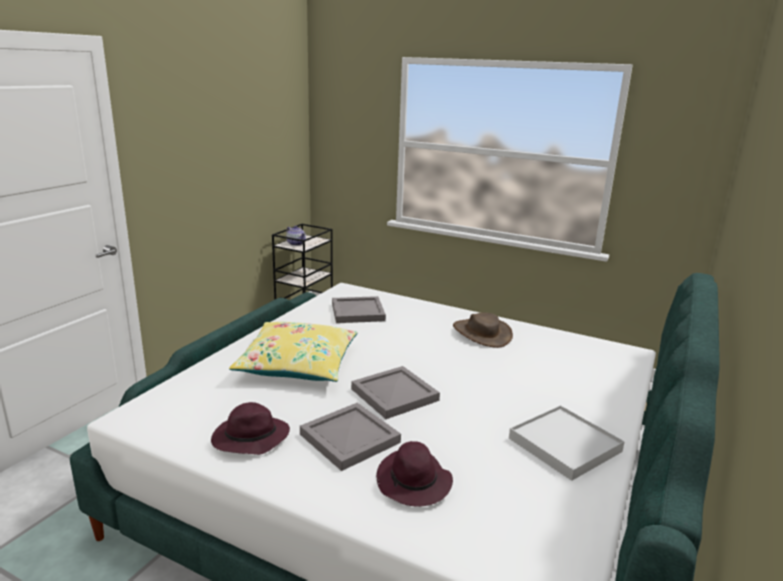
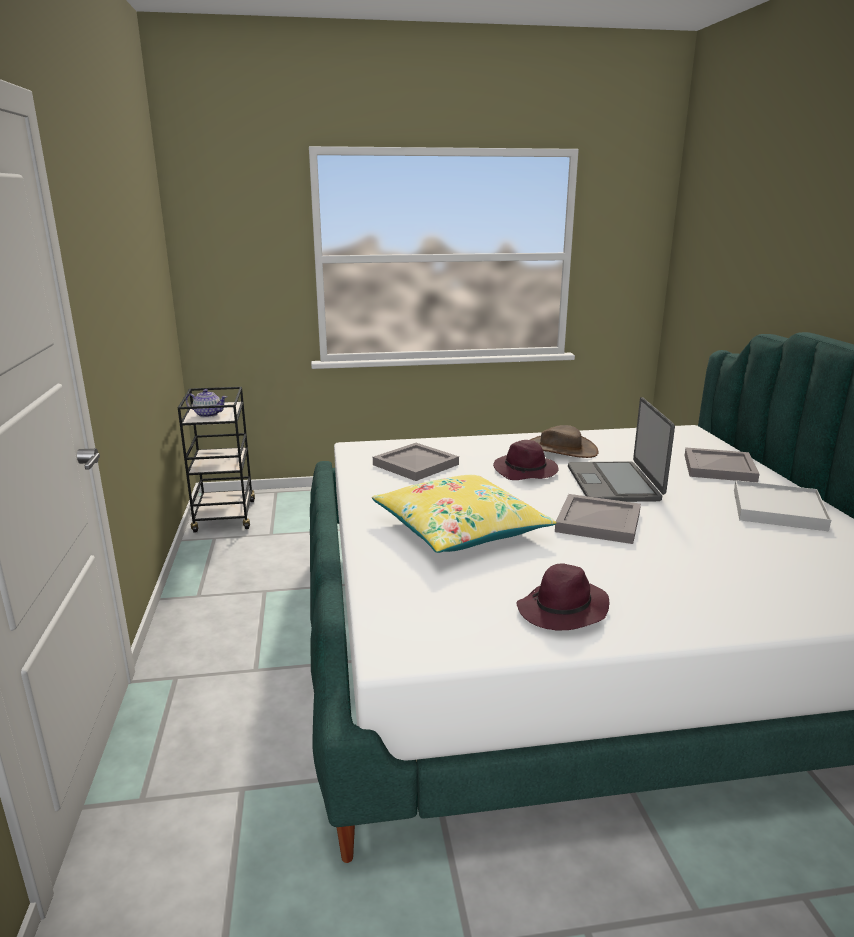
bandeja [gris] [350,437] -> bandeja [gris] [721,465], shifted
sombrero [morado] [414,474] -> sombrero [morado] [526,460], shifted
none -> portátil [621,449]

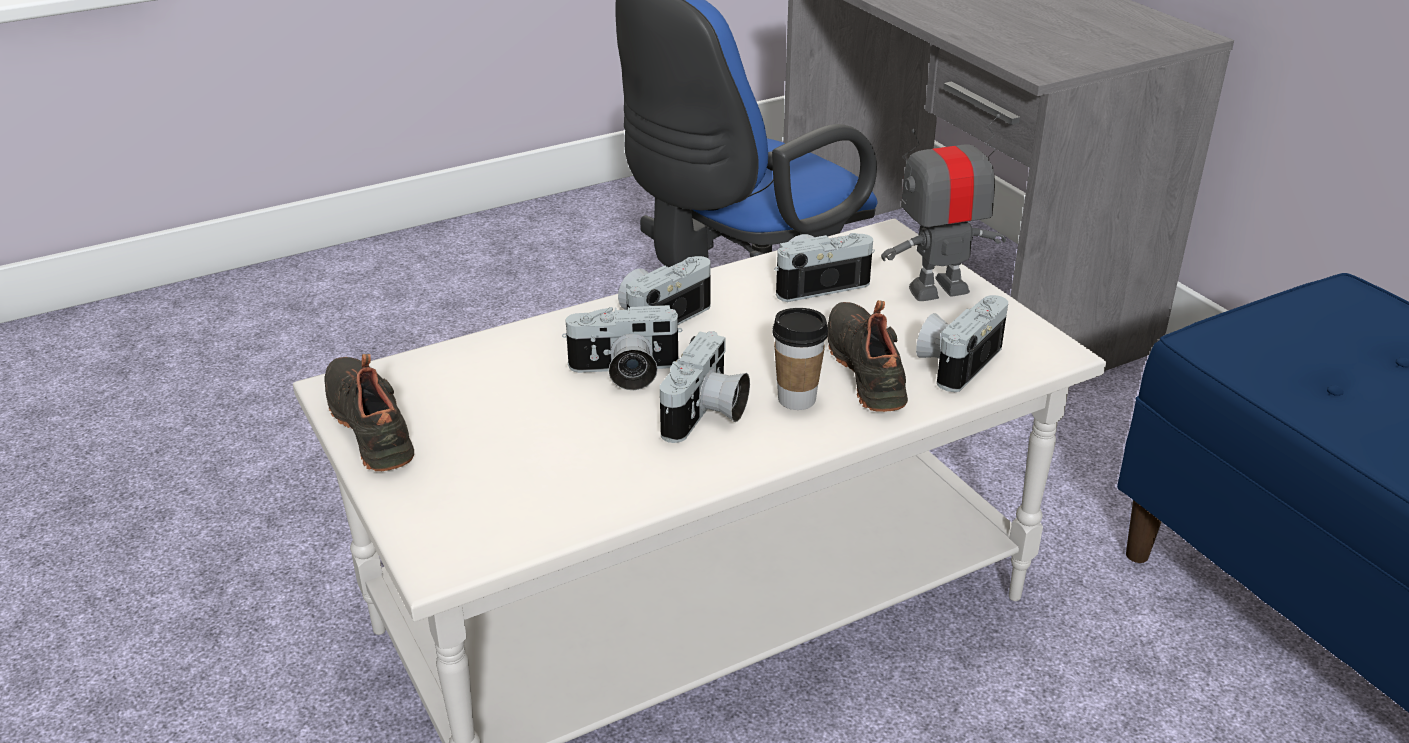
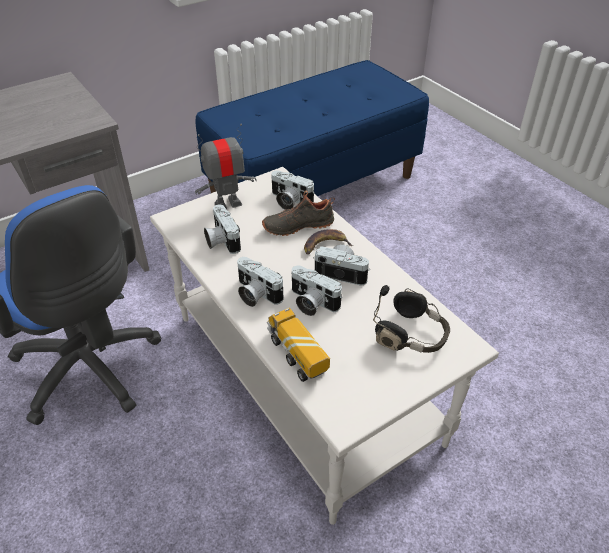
robot de juguete [943,207] -> robot de juguete [226,166], 90 degrees clockwise
cámara [622,347] -> cámara [316,291], 135 degrees clockwise
taza [800,359] -> plátano [328,242]
zapato [negro] [369,412] -> none
none -> auriculares [negro] [411,319]
none -> camión de juguete [298,345]

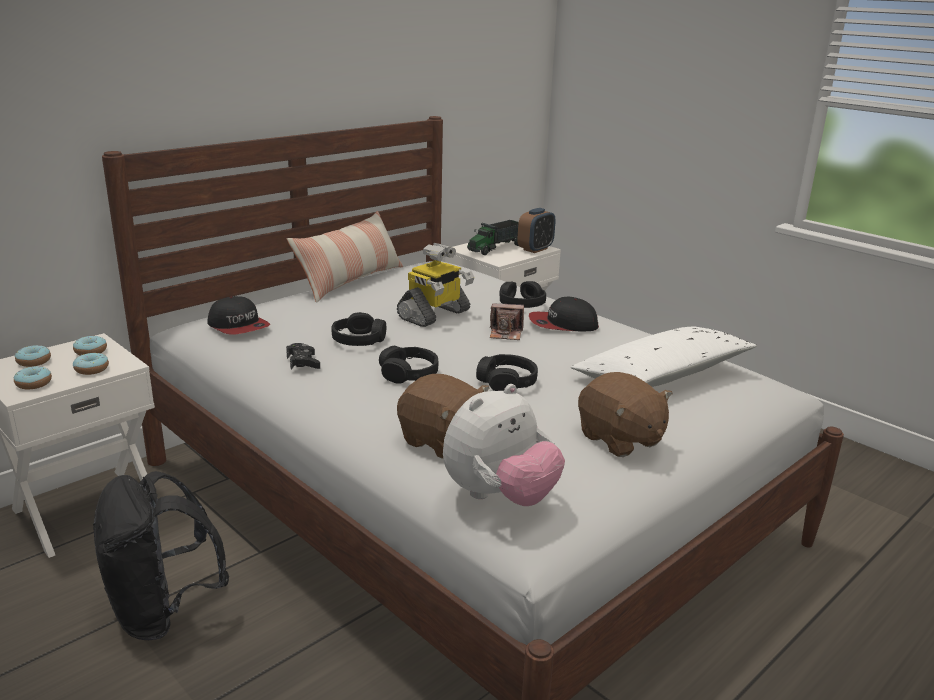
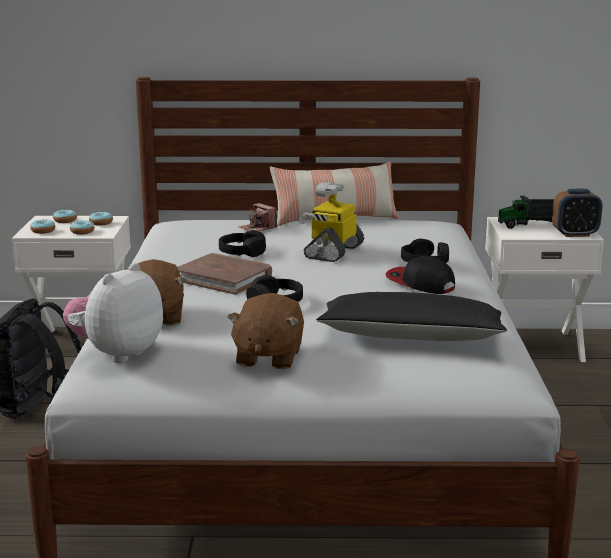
robot de juguete [435,285] -> robot de juguete [331,222], 120 degrees clockwise
gorra [238,315] -> none
cámara [507,321] -> cámara [258,217], shifted
cojín [blanco] [664,357] -> cojín [negro] [411,316]
mando de consola [negro] [303,356] -> none
auriculares [negro] [408,365] -> libro [marrón] [224,274]
peluche [504,445] -> peluche [113,313], 120 degrees clockwise

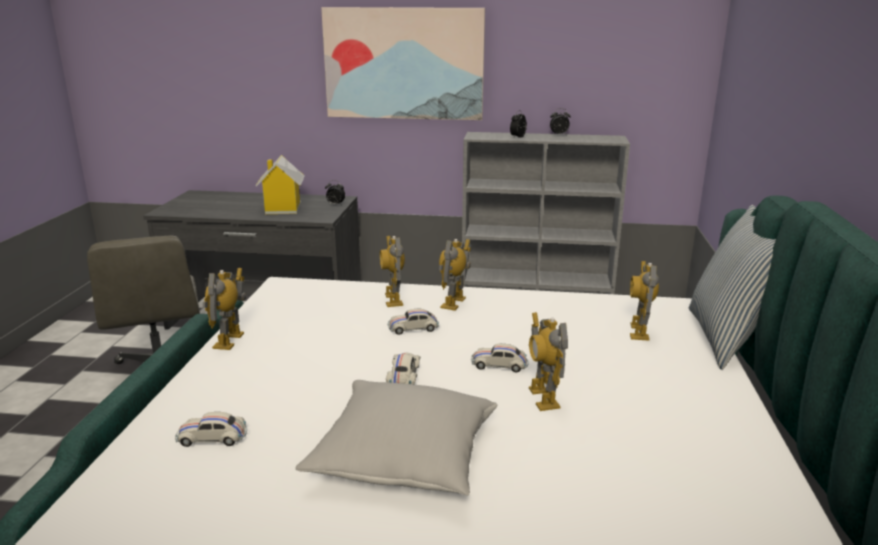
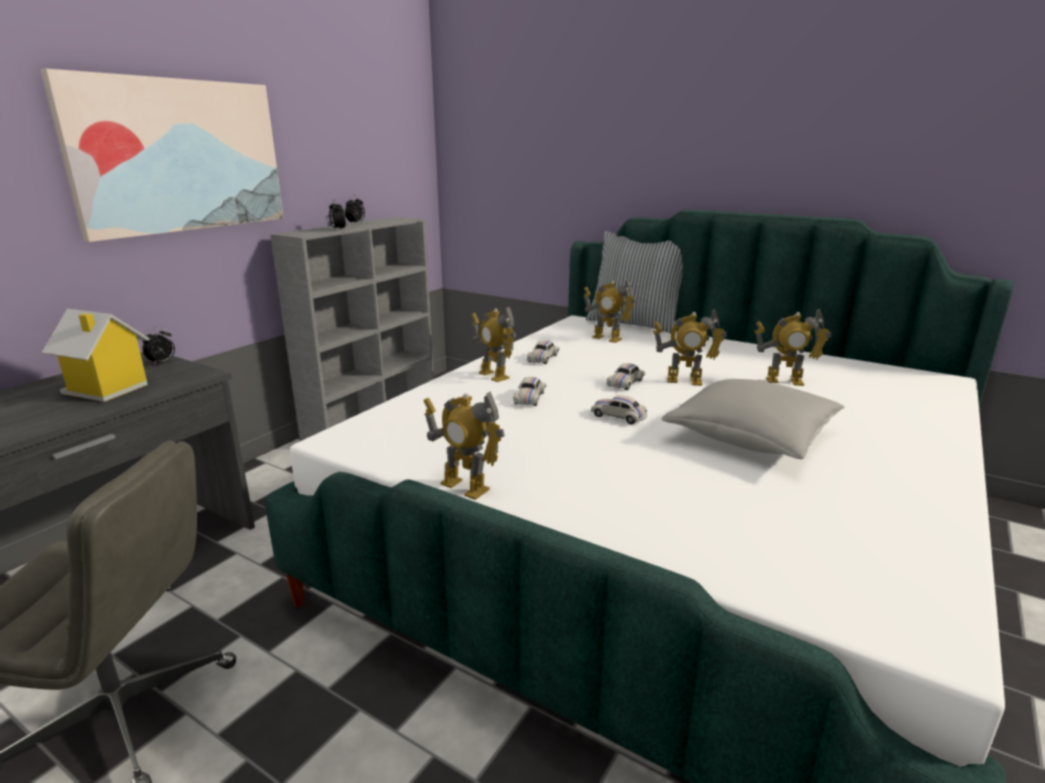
robot de juguete [392,271] -> robot de juguete [793,347], shifted
coche de juguete [blanco] [211,429] -> coche de juguete [blanco] [543,352], shifted

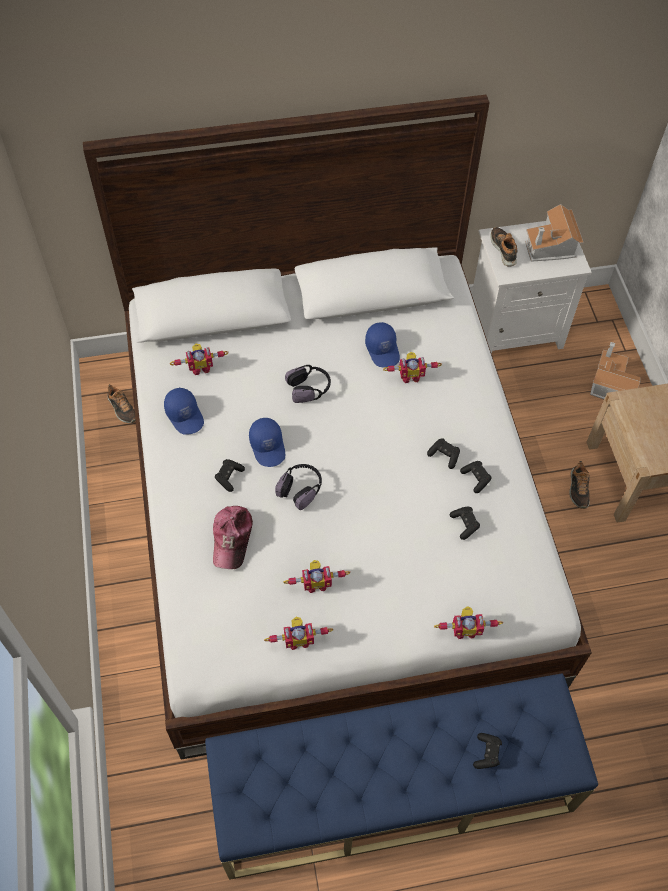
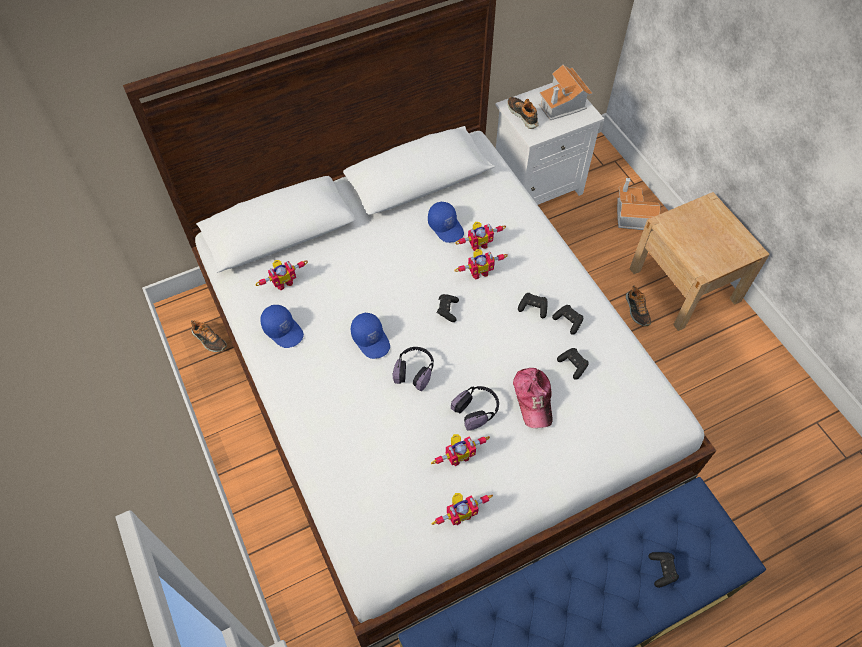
auriculares [308,384] -> auriculares [475,408], shifted
mando de consola [negro] [230,475] -> mando de consola [negro] [448,308], shifted
gorra [233,537] -> gorra [533,398], shifted
robot de juguete [468,622] -> robot de juguete [481,264], shifted

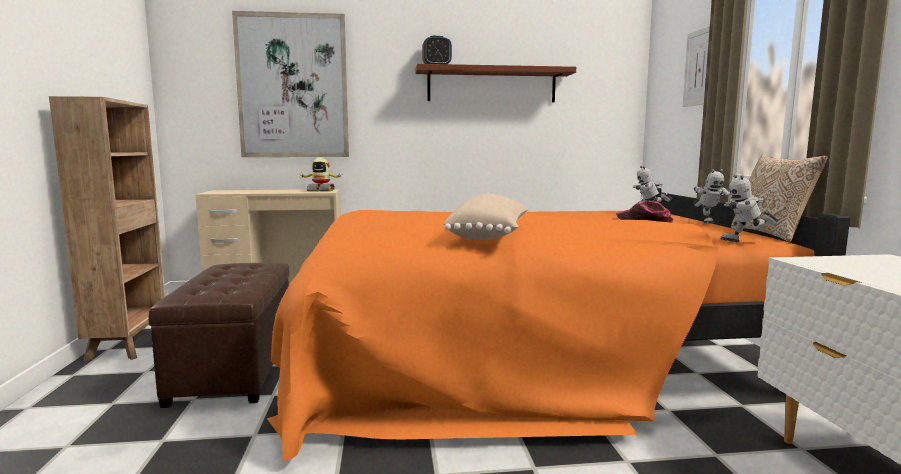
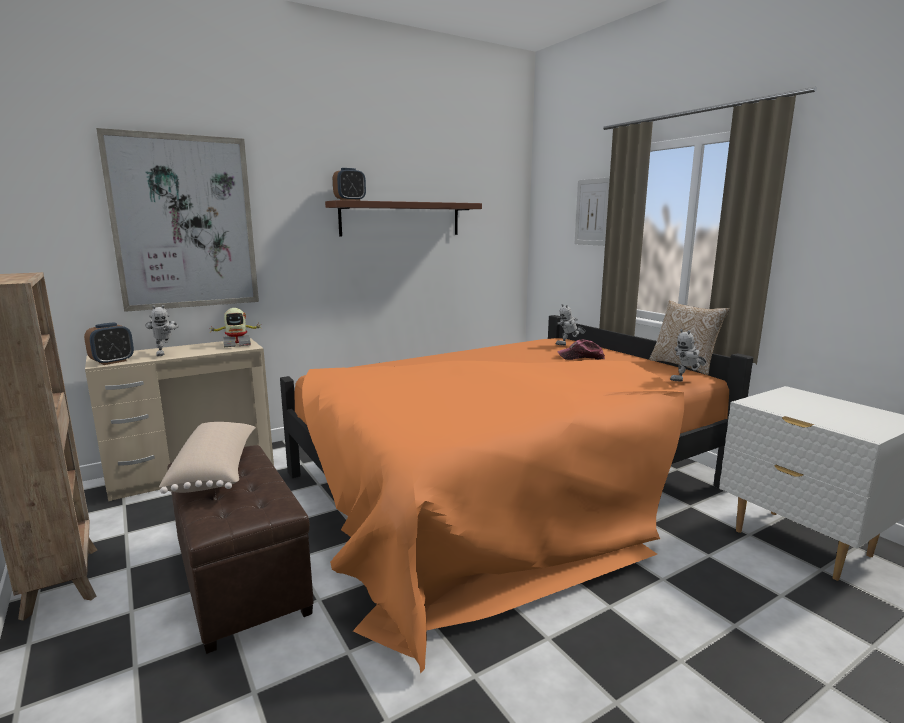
robot de juguete [711,196] -> robot de juguete [162,330], shifted
cojín [beis] [486,216] -> cojín [beis] [207,458], shifted
none -> despertador [109,343]

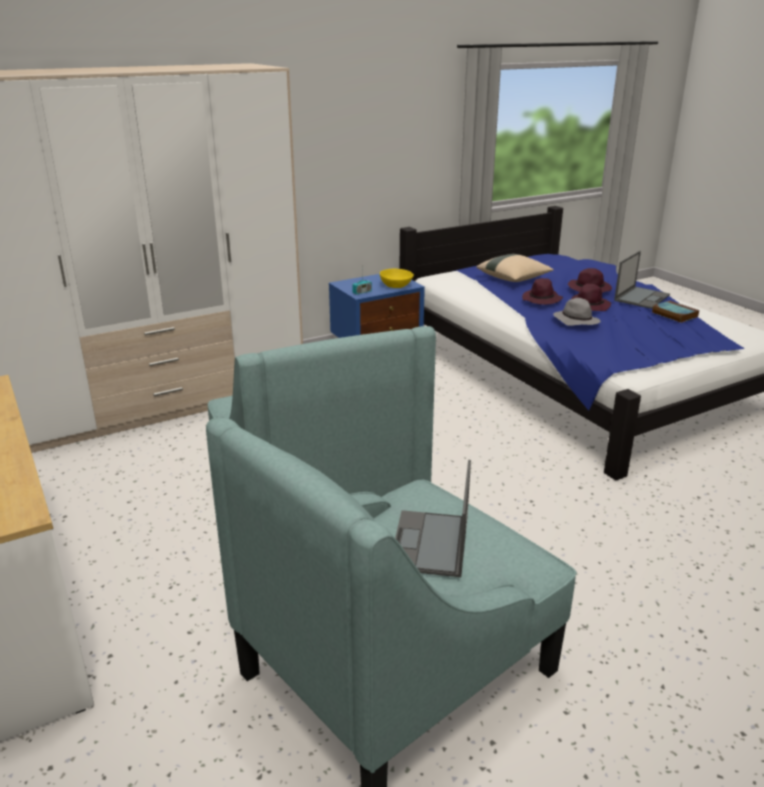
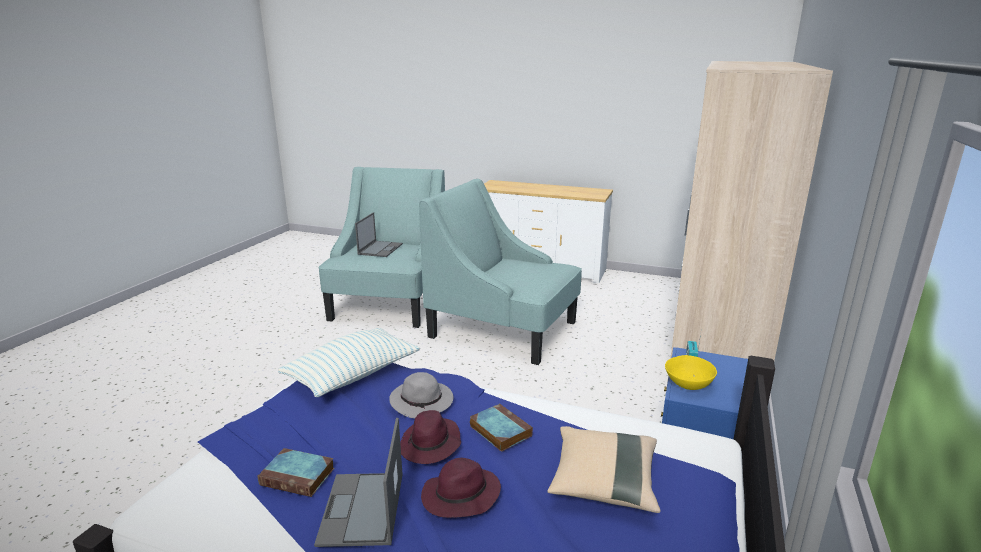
sombrero [morado] [542,291] -> libro [501,427]
portátil [433,518] -> portátil [379,234], 45 degrees clockwise
none -> cojín [349,362]

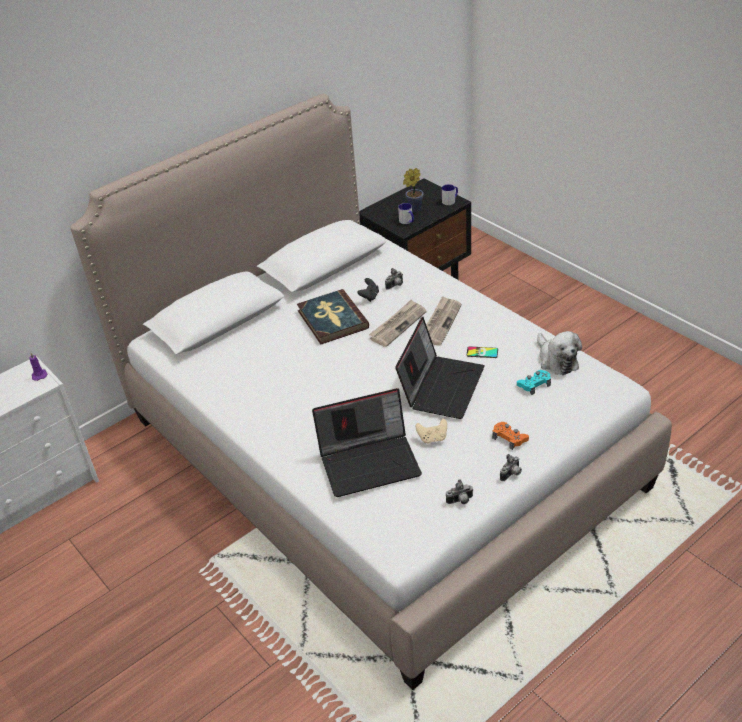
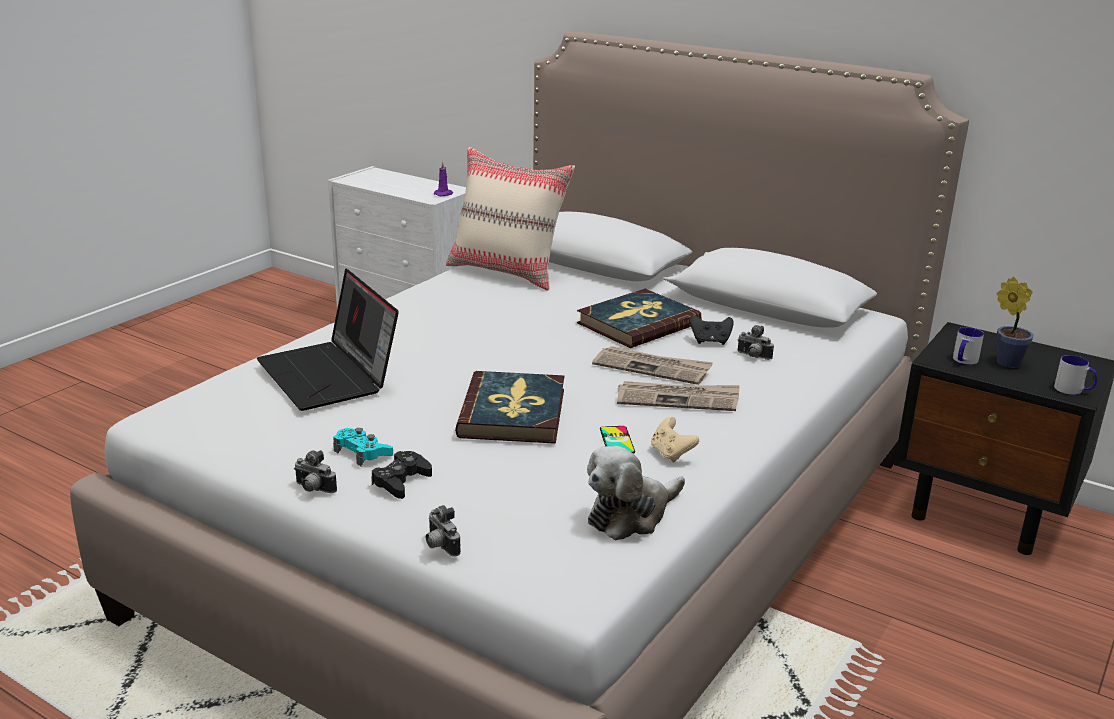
portátil [440,368] -> libro [509,407]
mando de consola [turquesa] [534,382] -> mando de consola [turquesa] [363,447], shifted
mando de consola [beis] [431,430] -> mando de consola [beis] [675,439], shifted
mando de consola [naranja] [510,436] -> mando de consola [negro] [401,475]
cámara [459,492] -> cámara [443,531], shifted
none -> cojín [beis] [510,218]

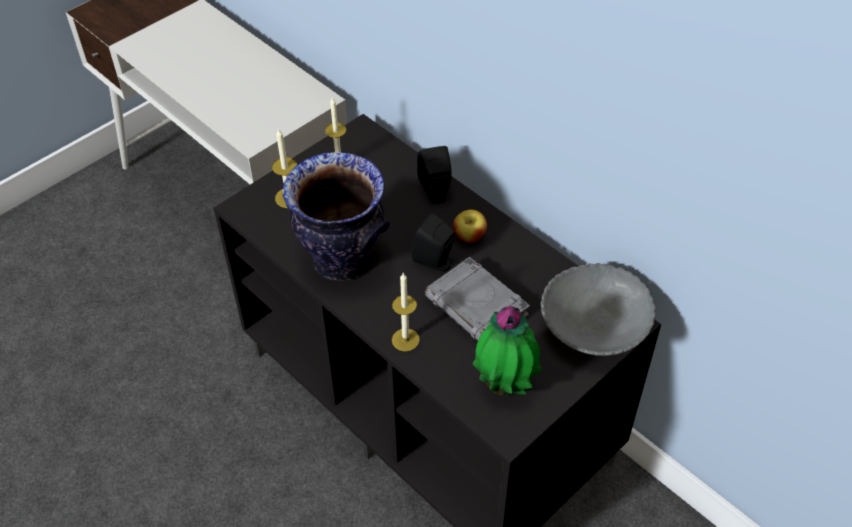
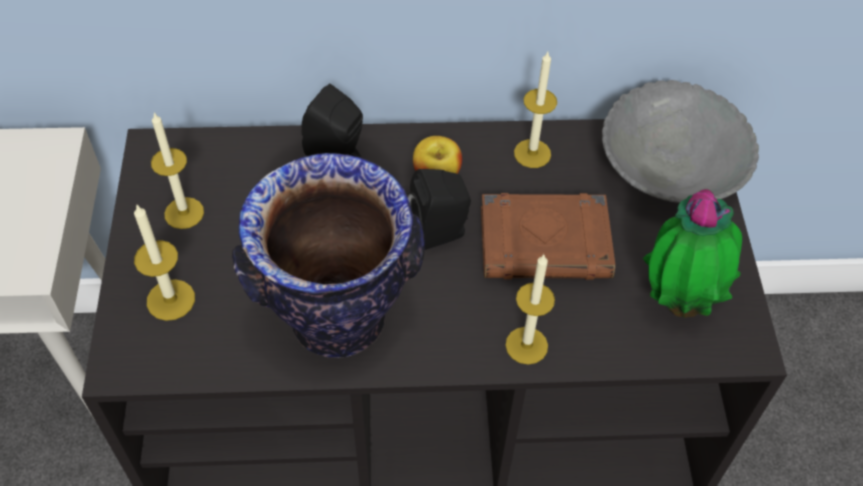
libro [gris] [477,298] -> libro [marrón] [548,236]
none -> vela [535,110]

